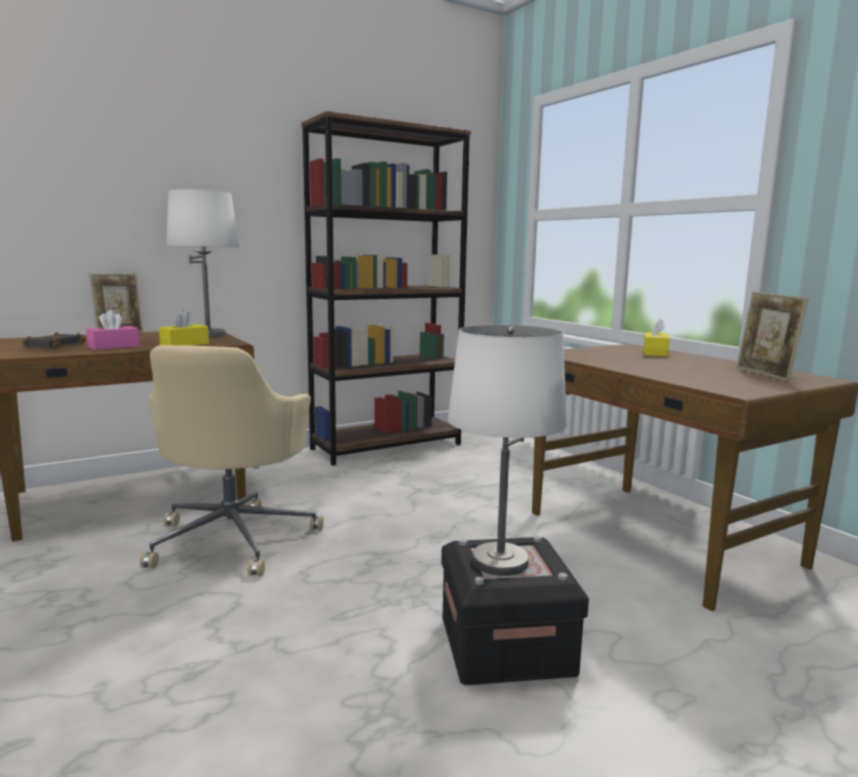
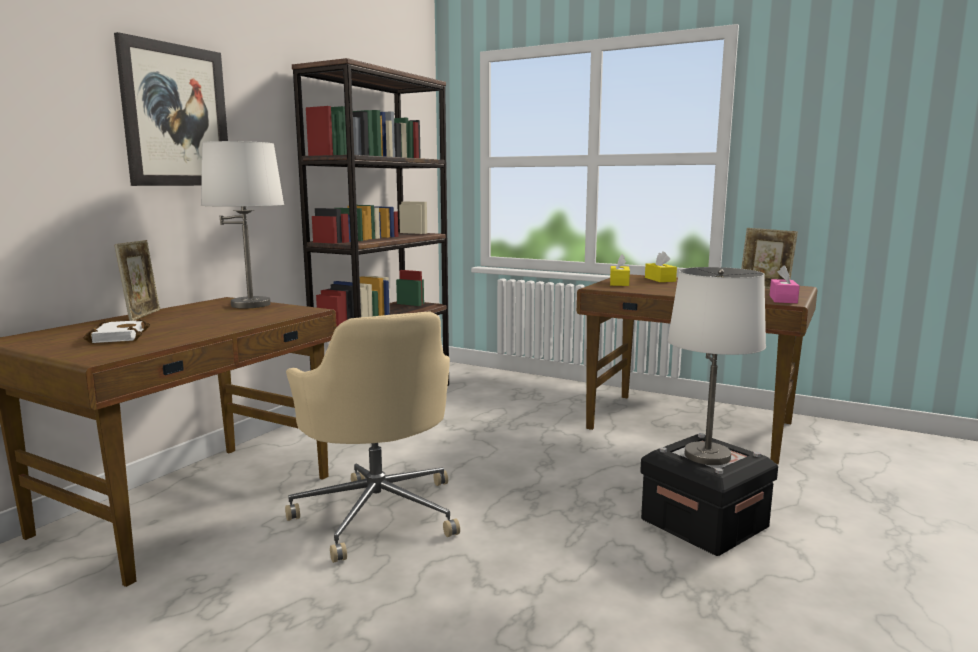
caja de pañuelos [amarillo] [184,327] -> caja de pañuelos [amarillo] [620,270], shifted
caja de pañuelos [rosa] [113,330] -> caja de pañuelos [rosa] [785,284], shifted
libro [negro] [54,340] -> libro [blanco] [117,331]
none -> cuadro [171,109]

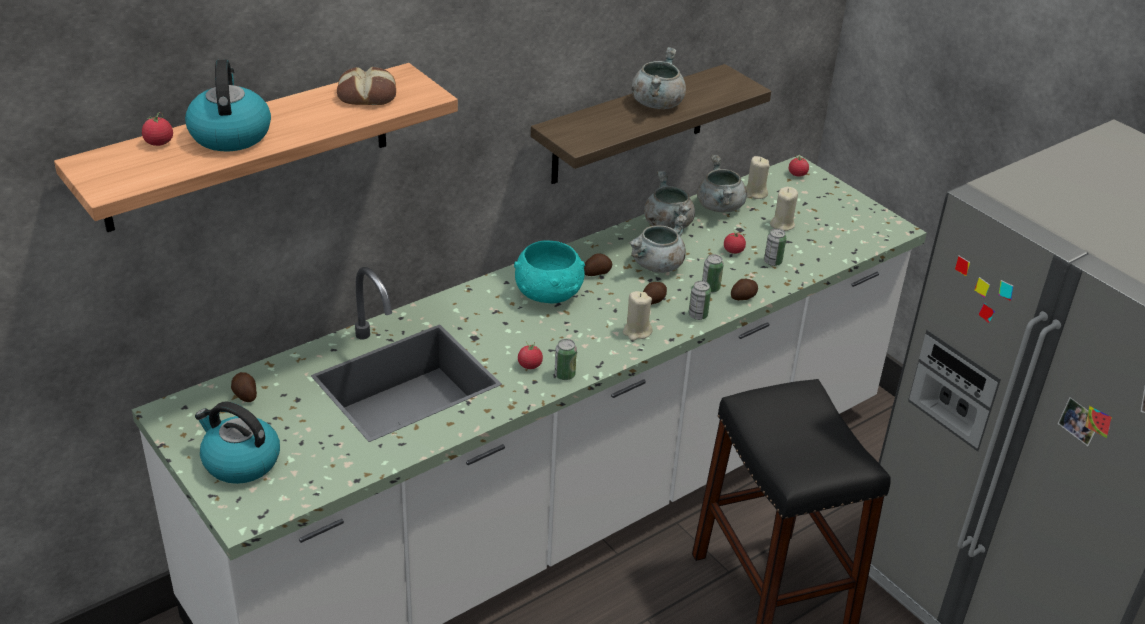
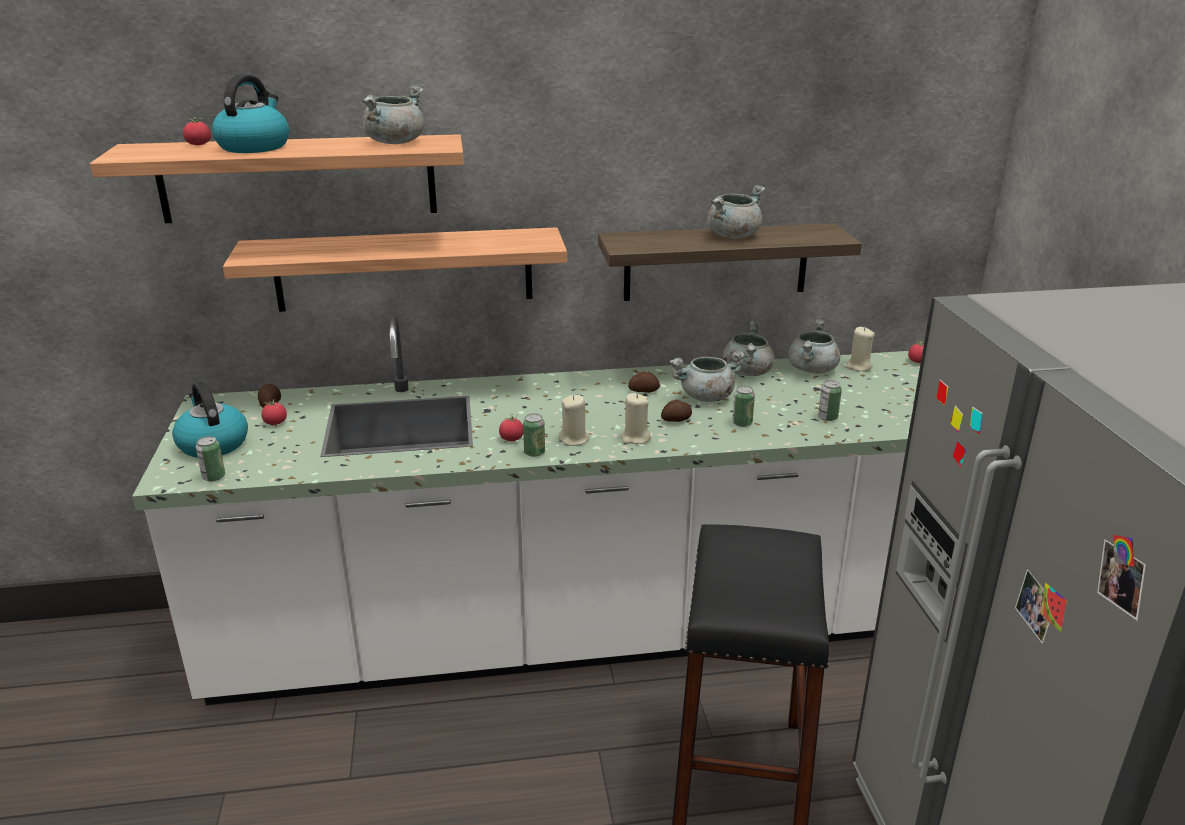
pan [366,86] -> olla [gris] [393,114]
vela [beis] [784,209] -> vela [beis] [574,420], shifted
tomate [735,242] -> tomate [274,412], shifted
cuenco [turquesa] [549,271] -> none
patata [744,289] -> none
lata [700,300] -> lata [210,459], shifted
none -> estante [395,269]

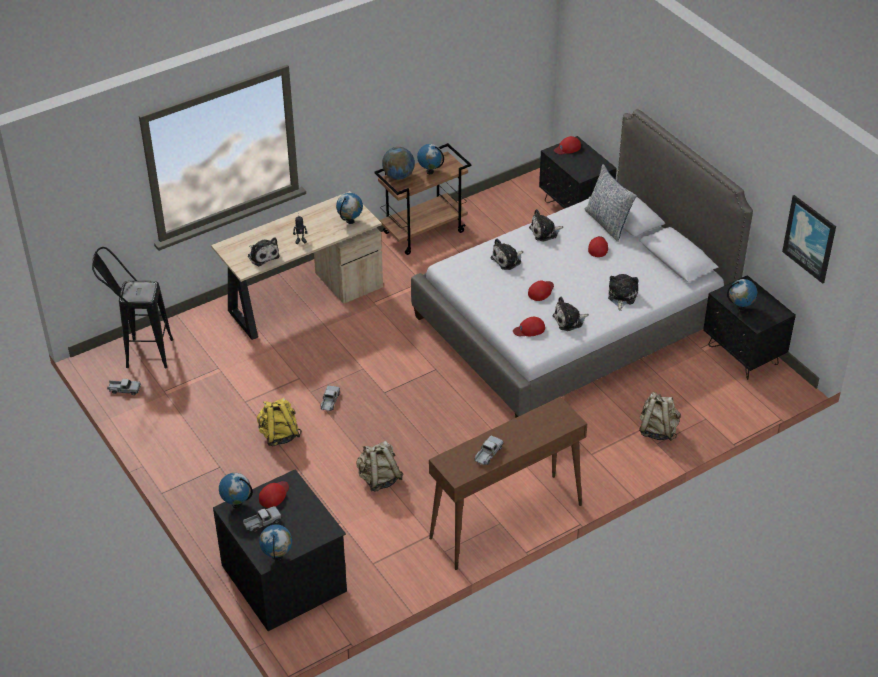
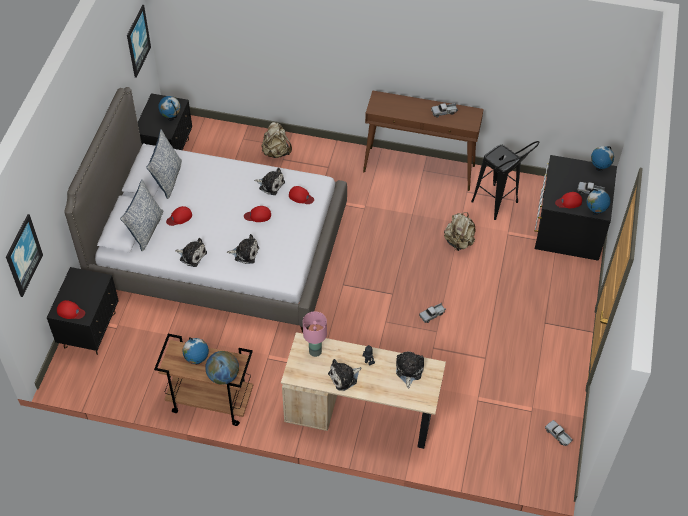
globo terráqueo [349,208] -> lámpara de mesa [rosa] [315,334]
taburete [negro] [132,308] -> taburete [negro] [505,180], shifted
peluche [623,292] -> peluche [344,375], shifted
mochila [amarillo] [279,422] -> none
none -> cojín [164,164]
none -> cuadro [24,255]

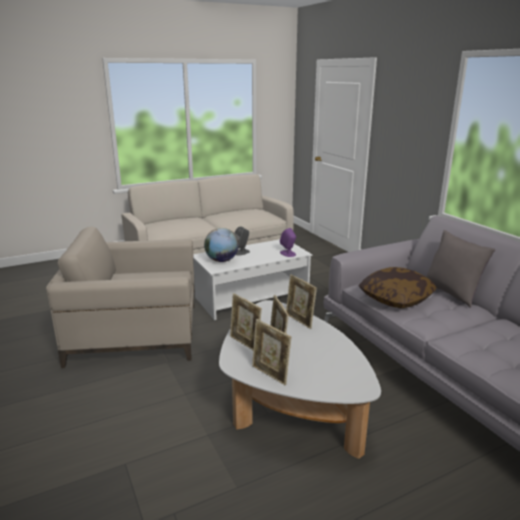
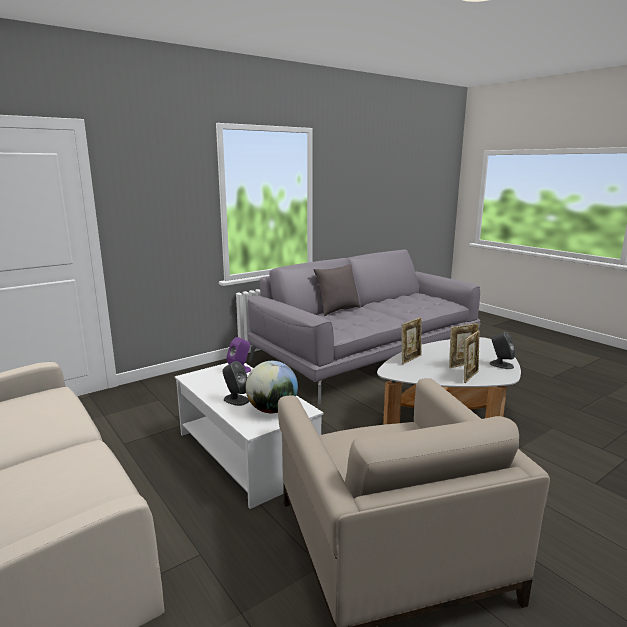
cojín [397,287] -> none
portarretratos [272,352] -> altavoz [gris] [502,350]

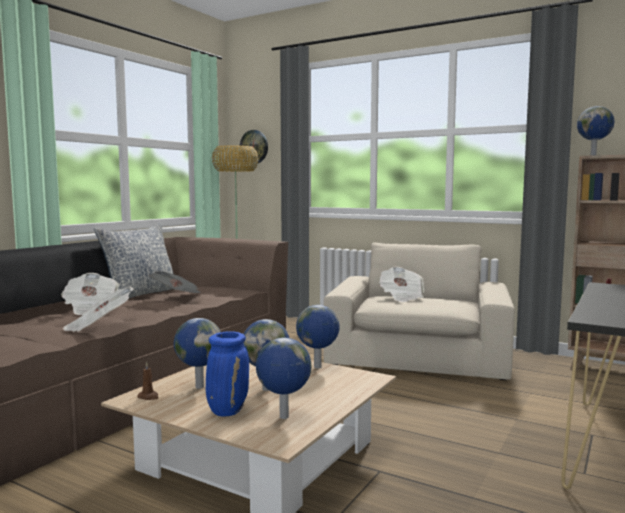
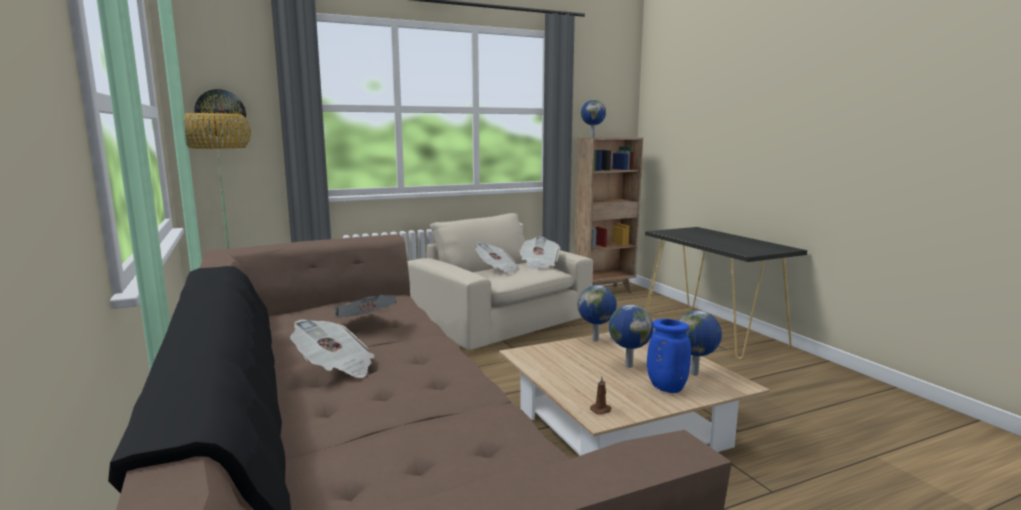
cojín [133,260] -> none
periódico [98,309] -> periódico [540,253], shifted
globo terráqueo [197,353] -> none

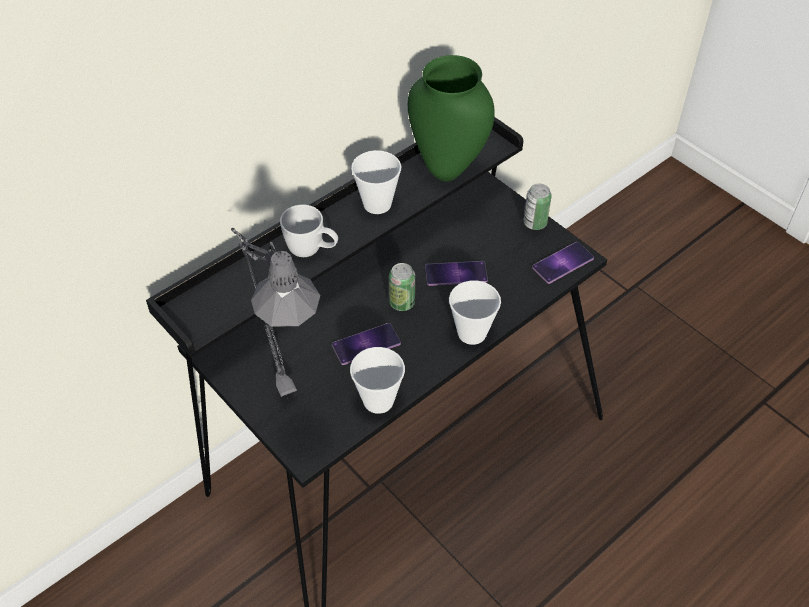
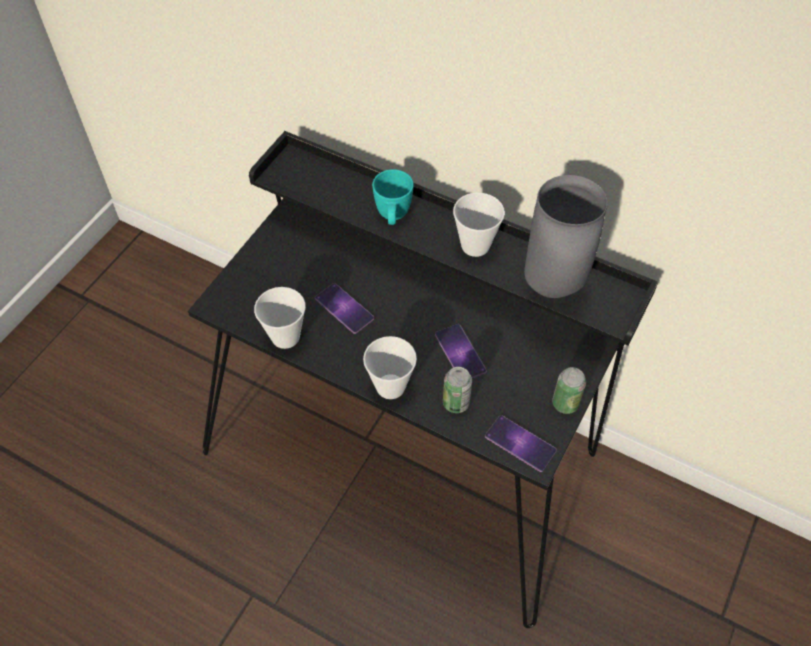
florero [verde] [451,118] -> florero [gris] [566,236]
taza grande [blanco] [309,231] -> taza grande [turquesa] [393,197]
lámpara de mesa [gris] [275,312] -> none
lata [402,287] -> lata [457,390], shifted

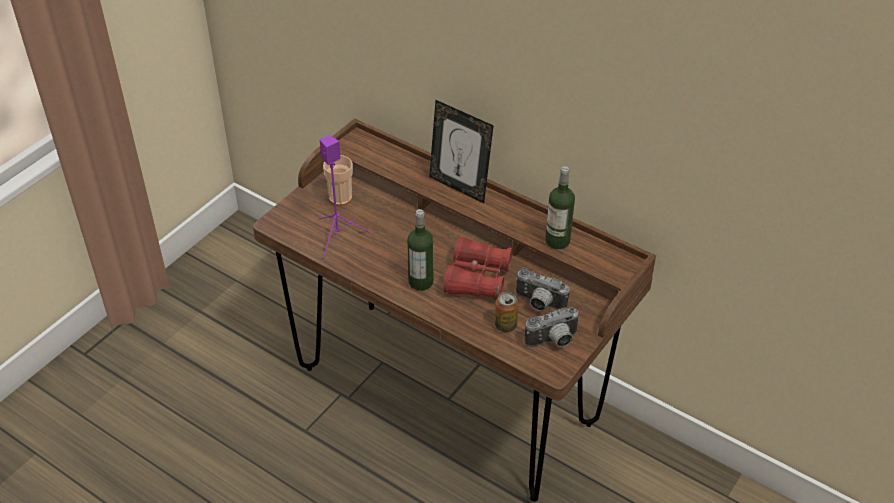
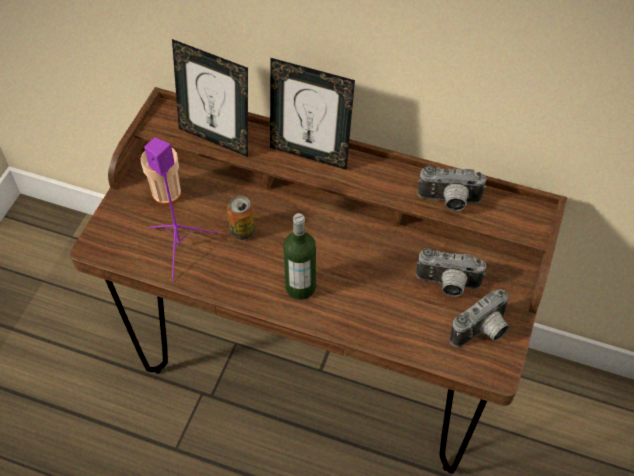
botella [560,207] -> cámara [451,188]
prismáticos [rojo] [478,268] -> none
lata [506,312] -> lata [241,218], shifted
none -> portarretratos [210,98]

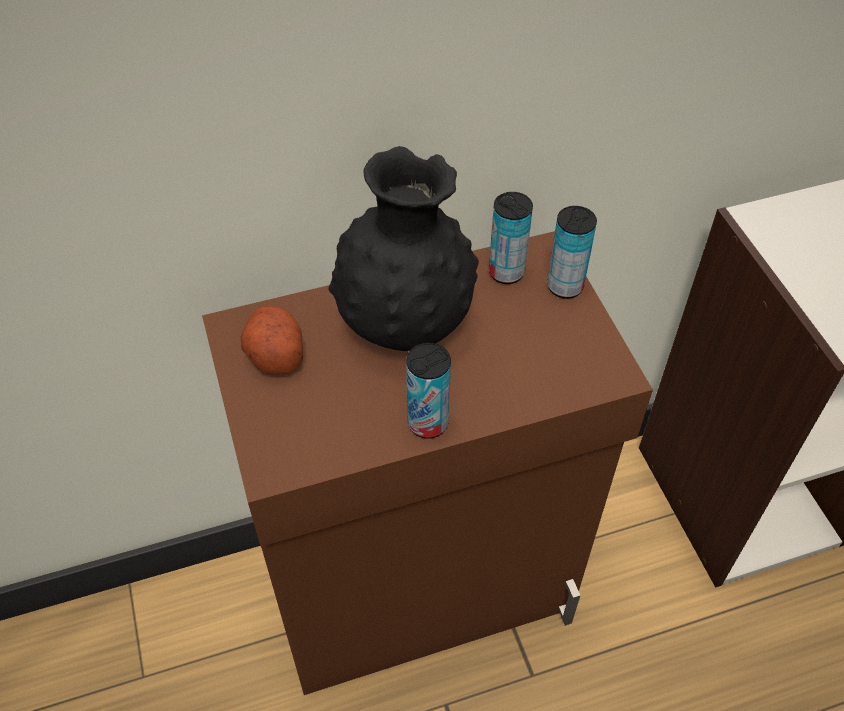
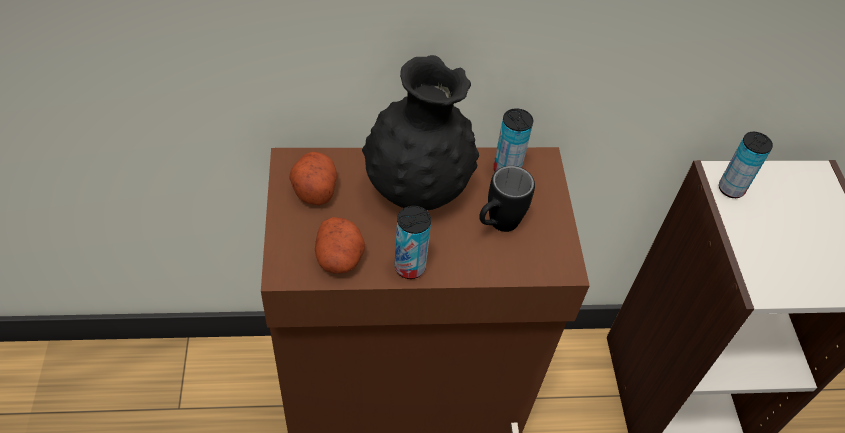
lata [572,252] -> lata [746,165], shifted
none -> taza grande [negro] [507,199]
none -> patata [340,245]

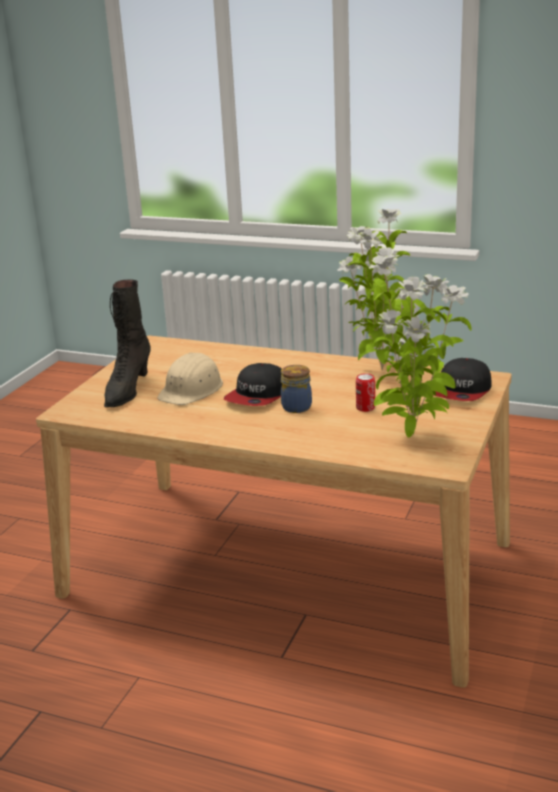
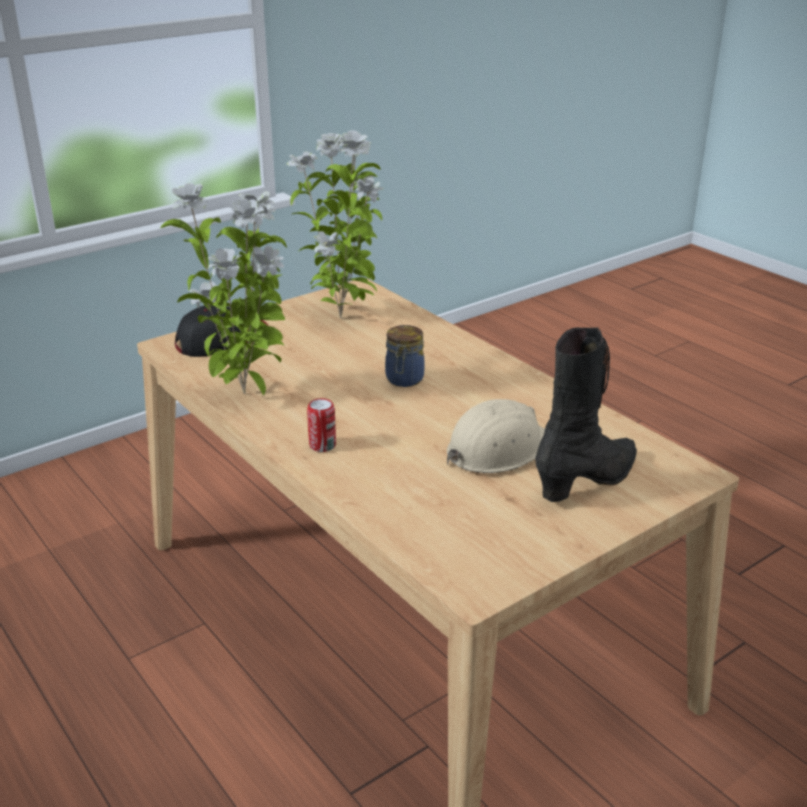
gorra [253,384] -> none
lata [365,392] -> lata [321,425], shifted

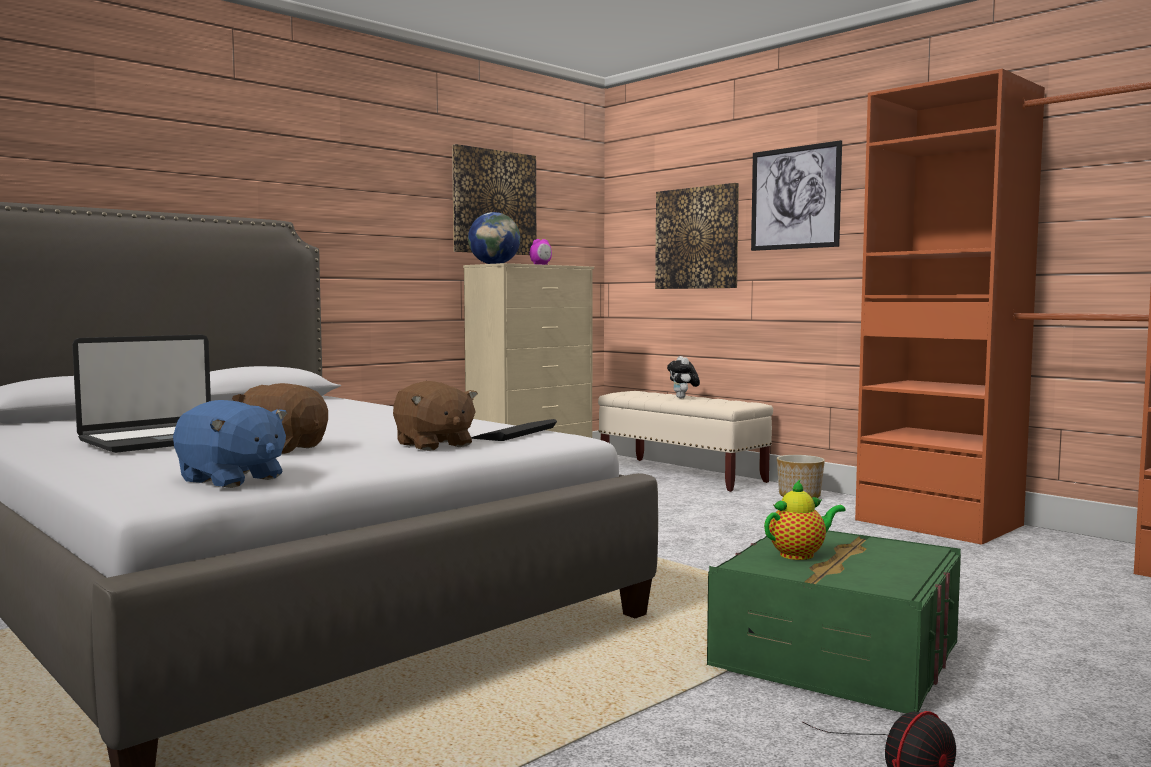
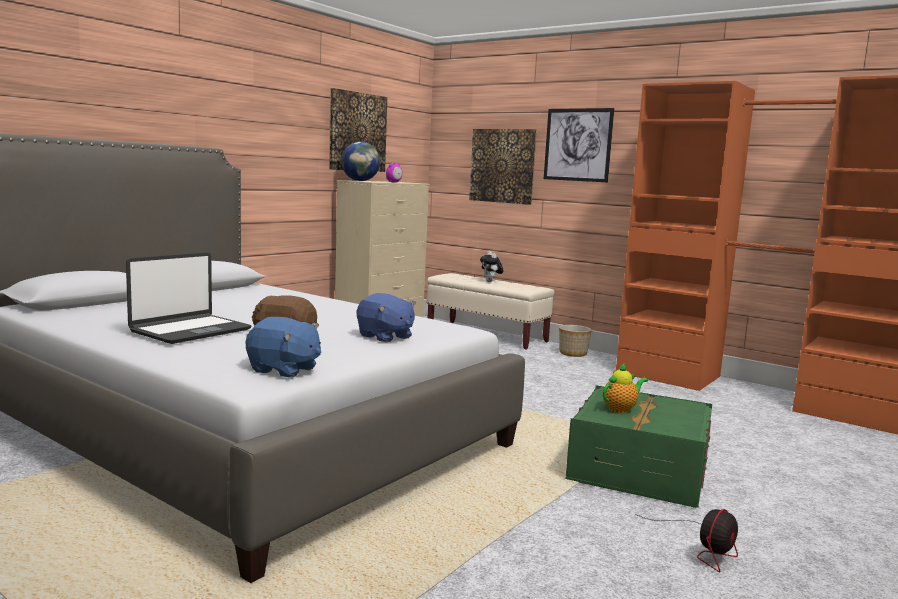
peluche [marrón] [435,416] -> peluche [azul] [386,317]
teclado [514,430] -> none

